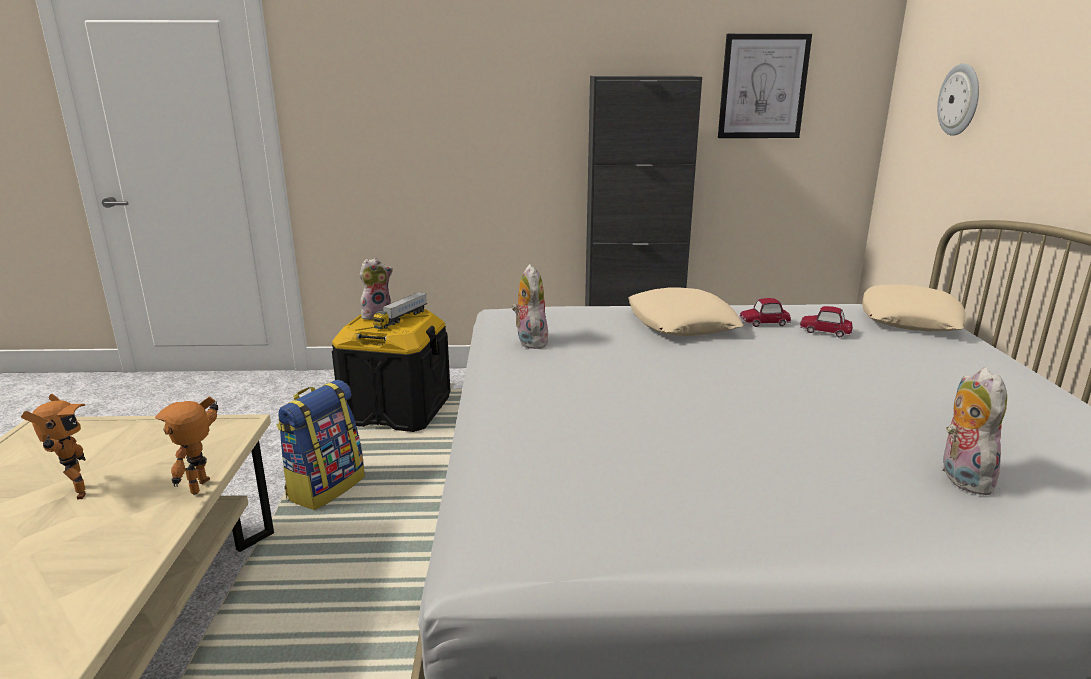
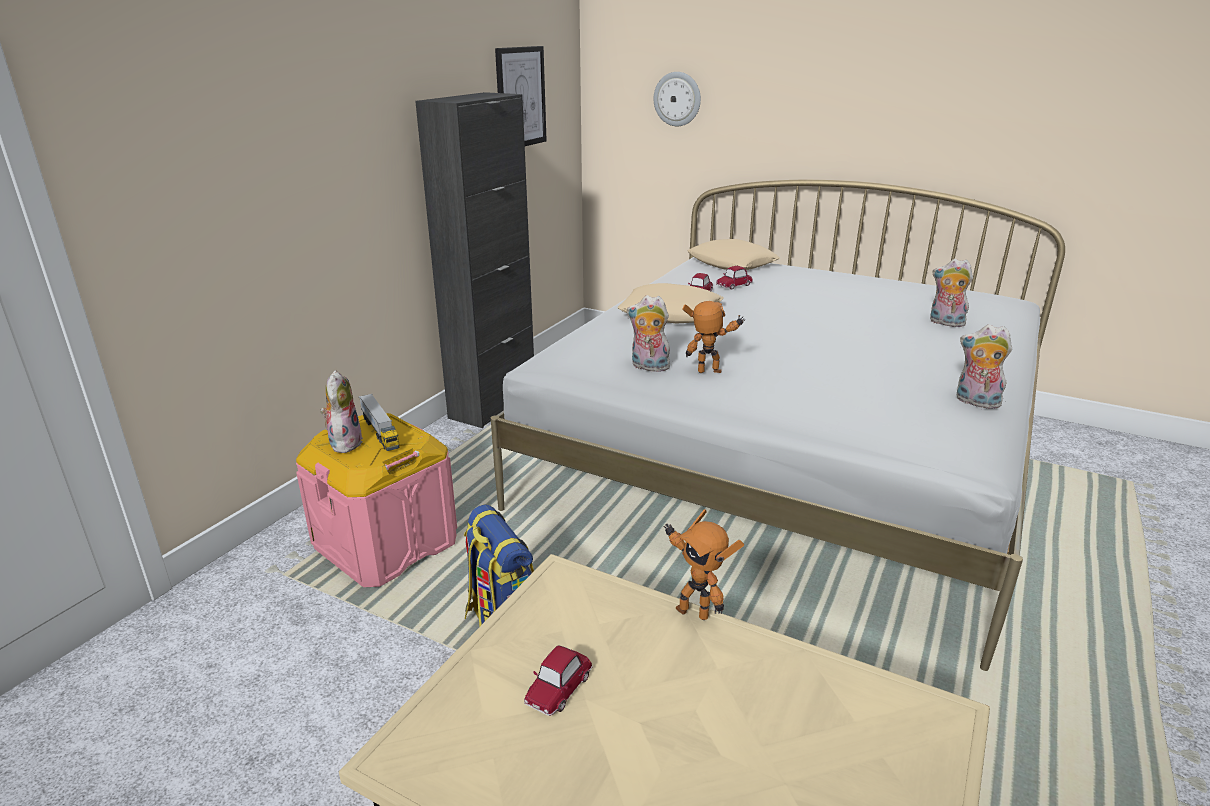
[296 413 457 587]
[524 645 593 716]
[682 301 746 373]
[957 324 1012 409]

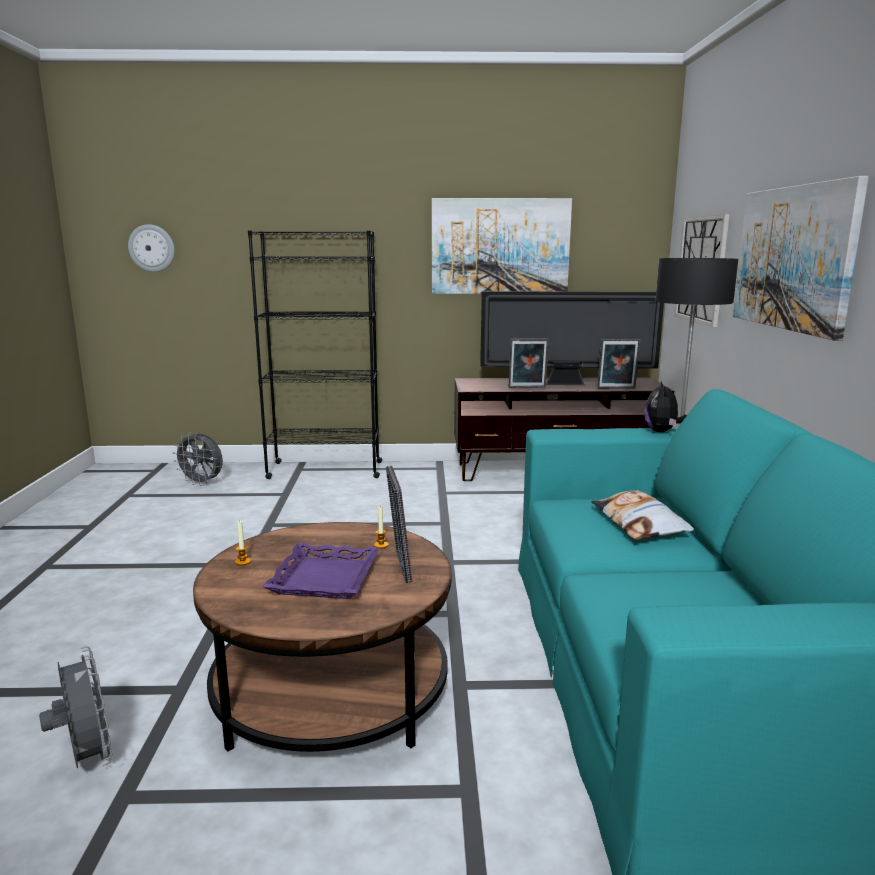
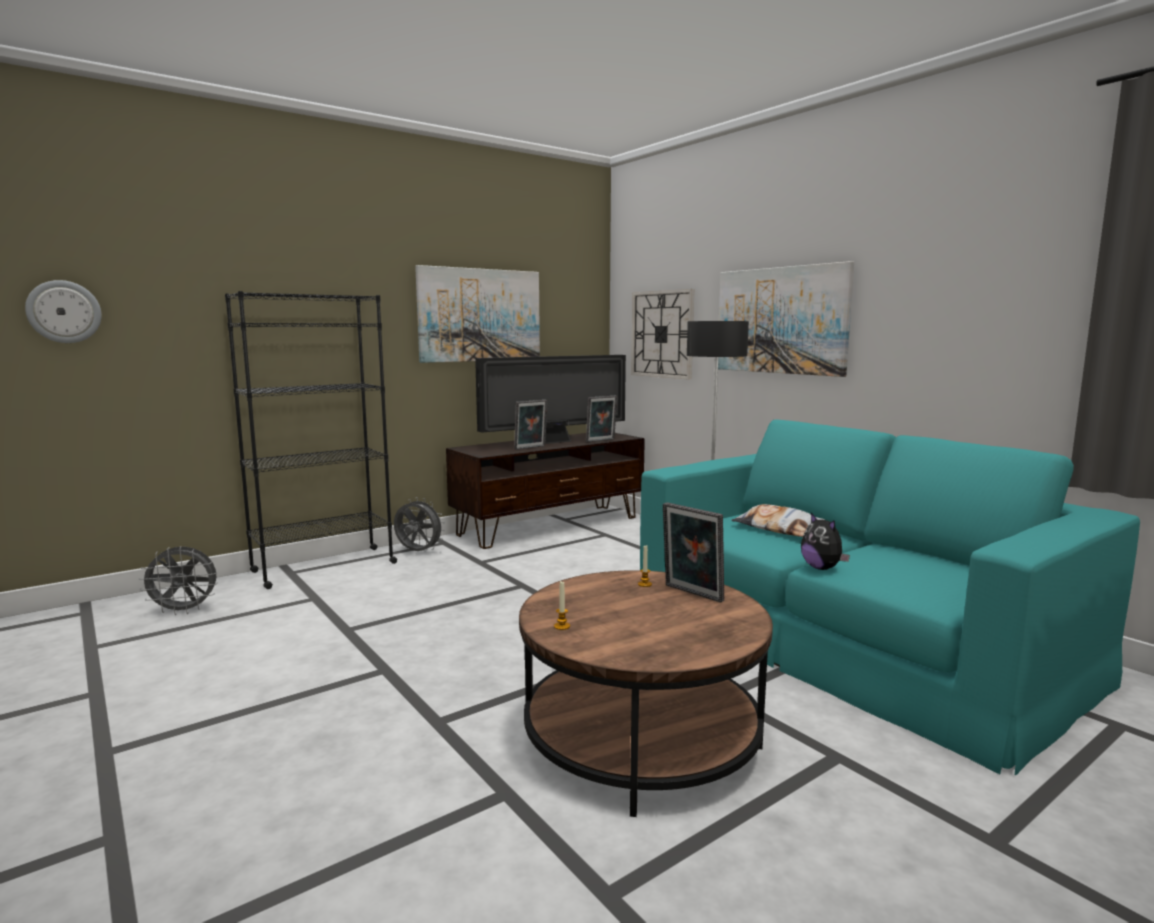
[394 497 445 551]
[801 513 850 570]
[263 543 379 599] (first image)

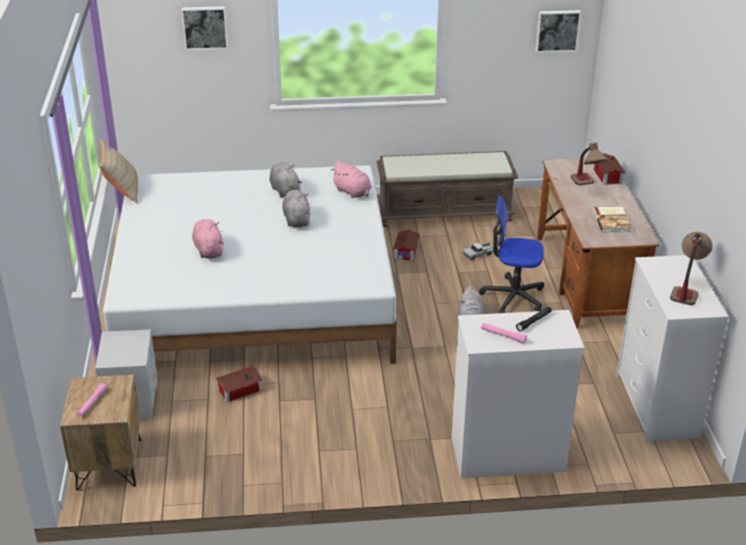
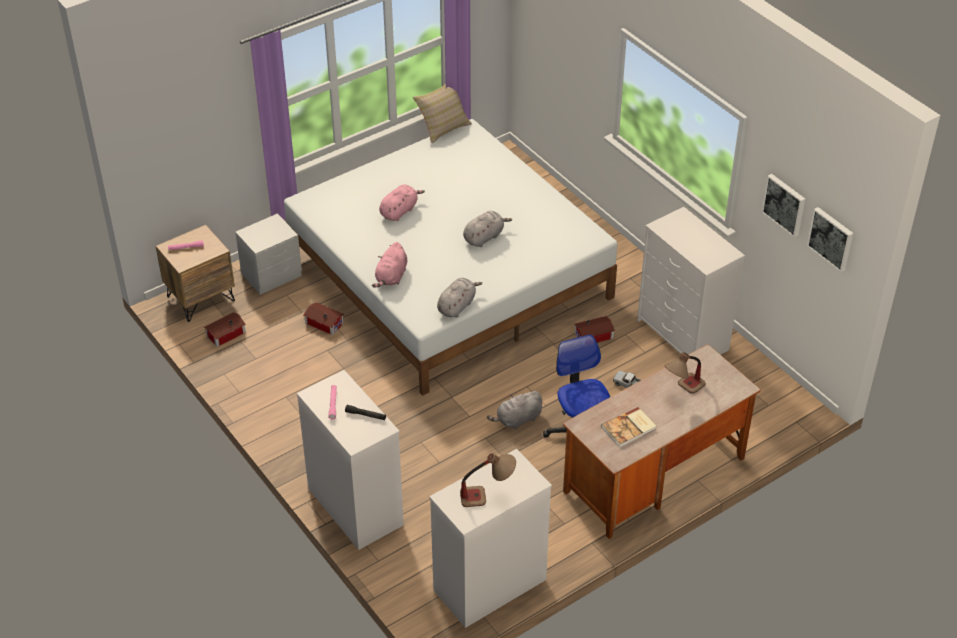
[204 312 246 347]
[372 242 407 288]
[437 278 482 318]
[637 207 745 355]
[762 174 805 237]

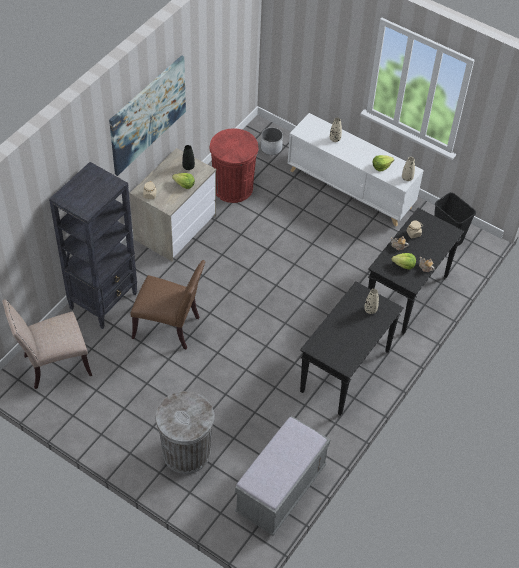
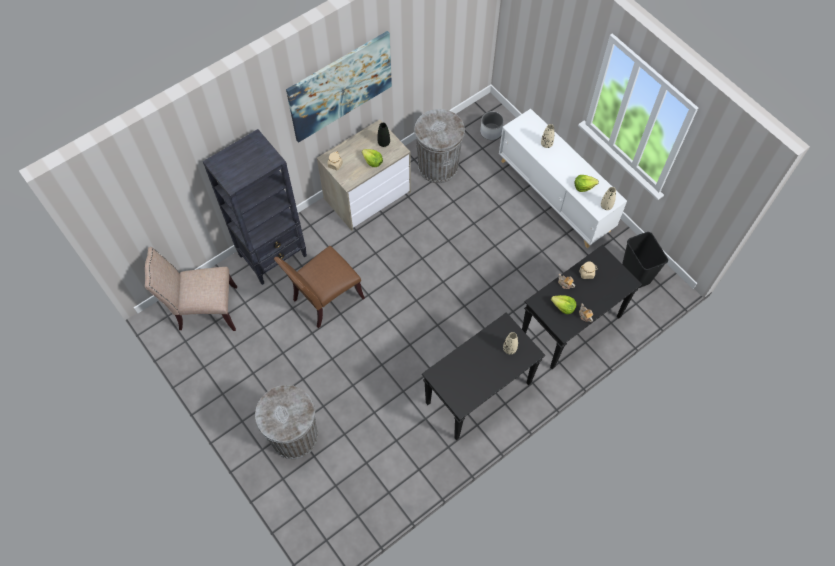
[274 246 365 328]
[414 109 465 183]
[235 416 331 536] (first image)

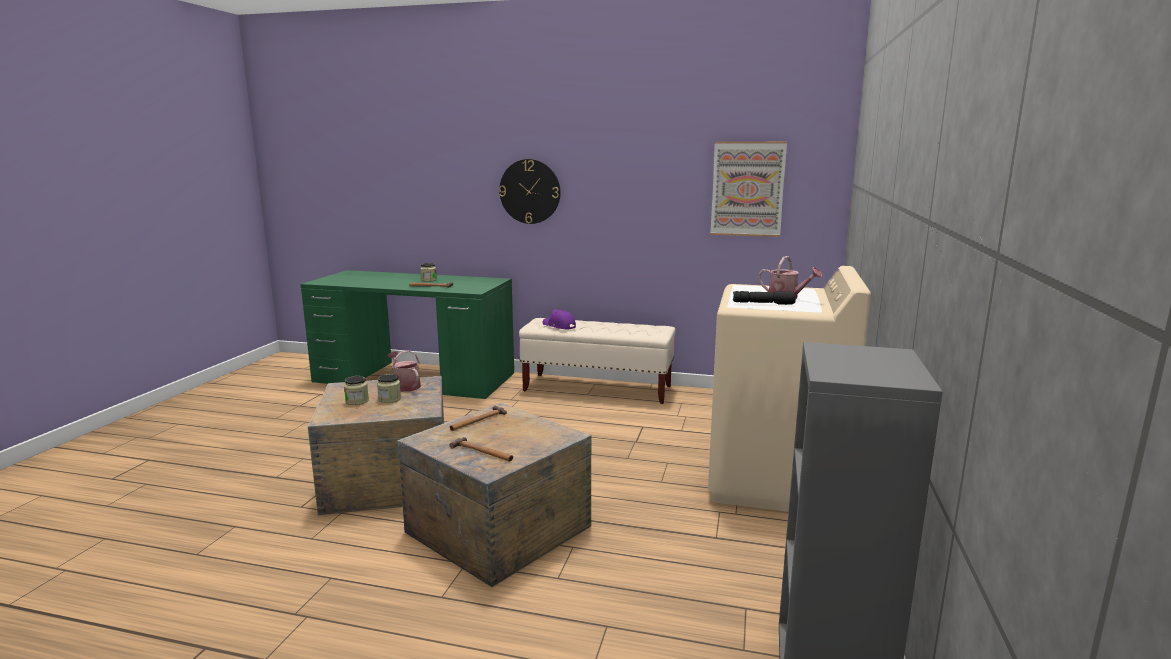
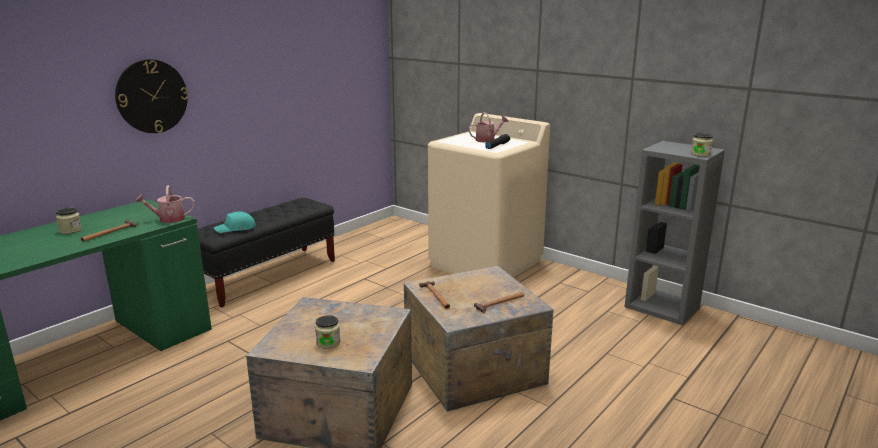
[135 185 195 223]
[198 198 335 307]
[214 211 256 233]
[691 133 713 157]
[710 141 787 237] (first image)

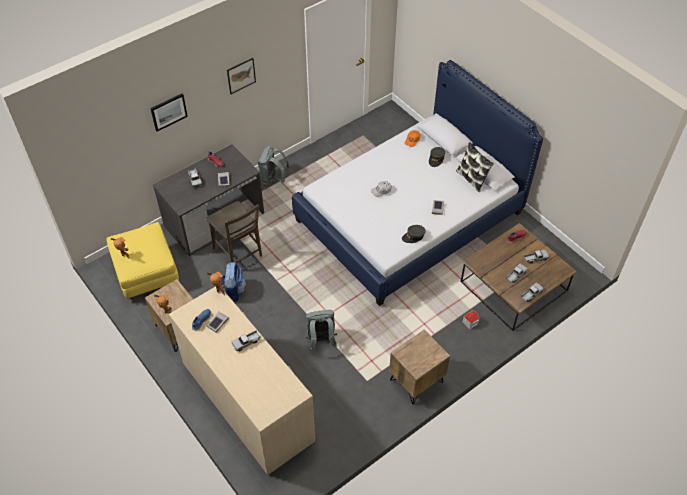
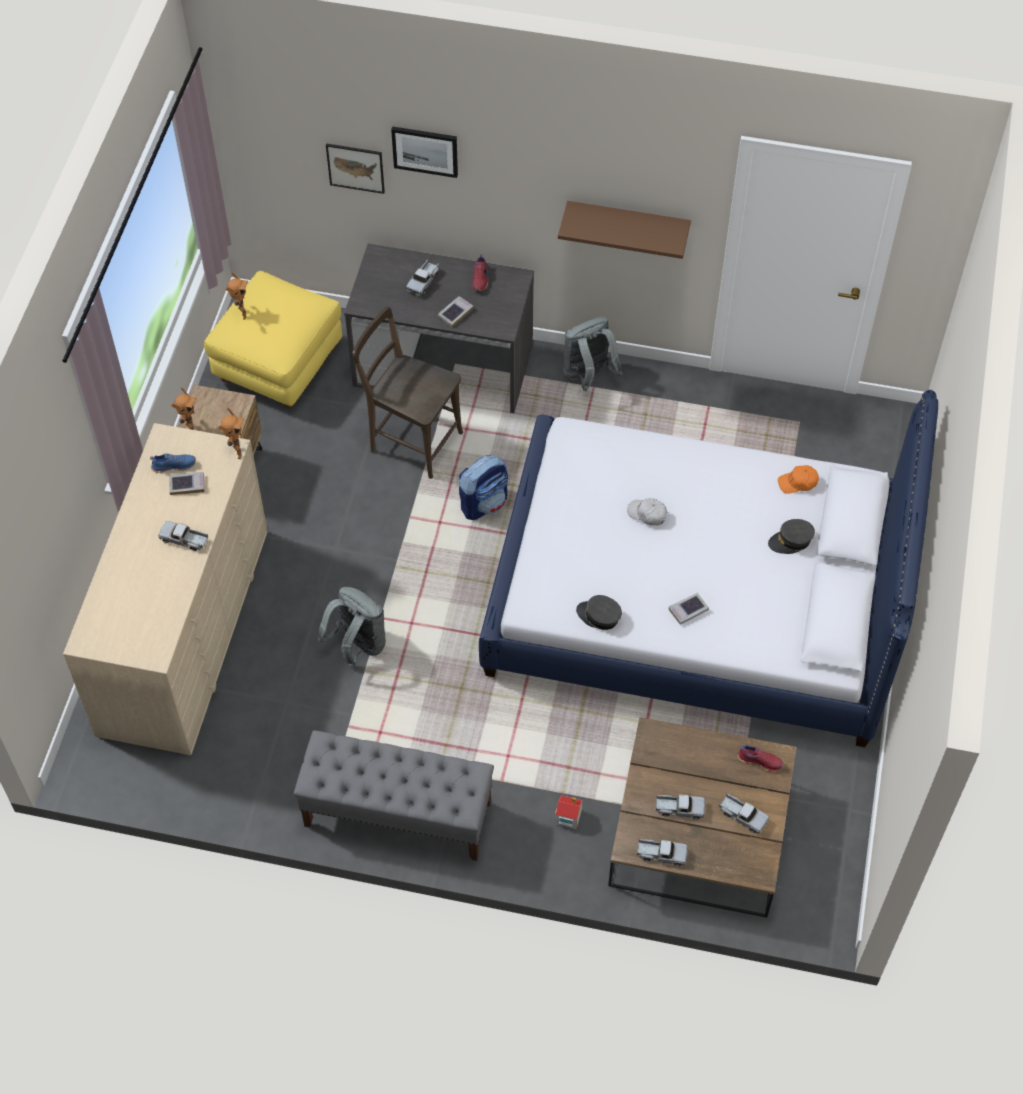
[294 730 494 861]
[326 143 385 194]
[353 306 463 479]
[459 455 508 520]
[558 201 691 259]
[456 142 494 193] (first image)

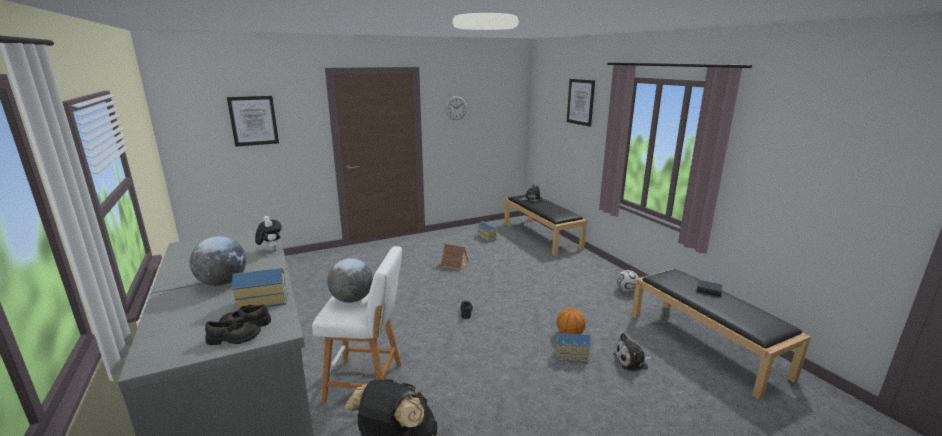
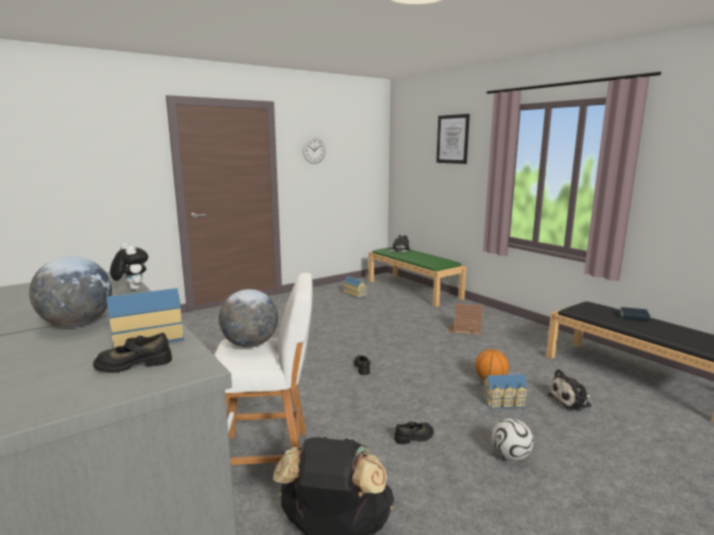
[368 247 466 307]
[394 422 434 444]
[449 304 483 335]
[491 418 533 461]
[227 96 279 147] (first image)

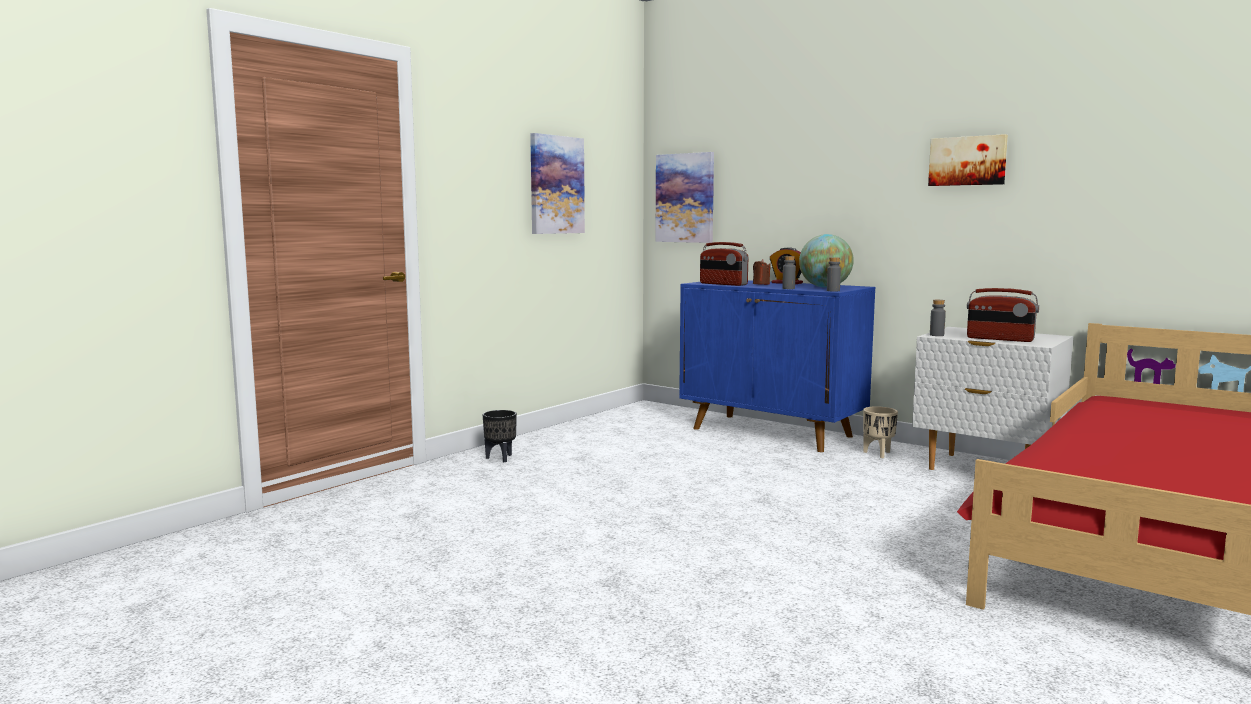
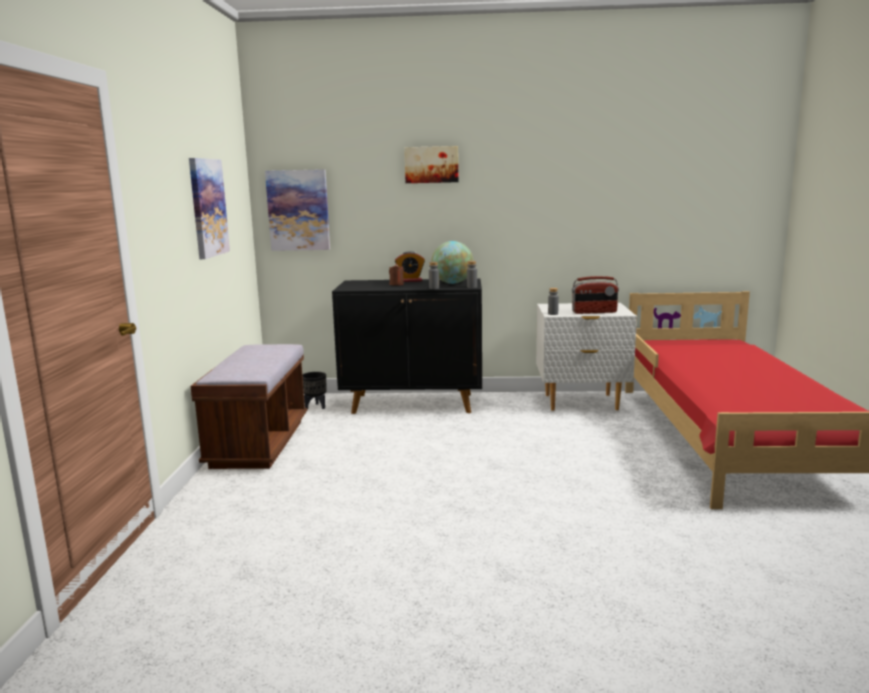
[190 344 307 469]
[302 372 326 409]
[332 278 482 414]
[404 146 458 183]
[700 242 748 286] (first image)
[863 406 898 458] (first image)

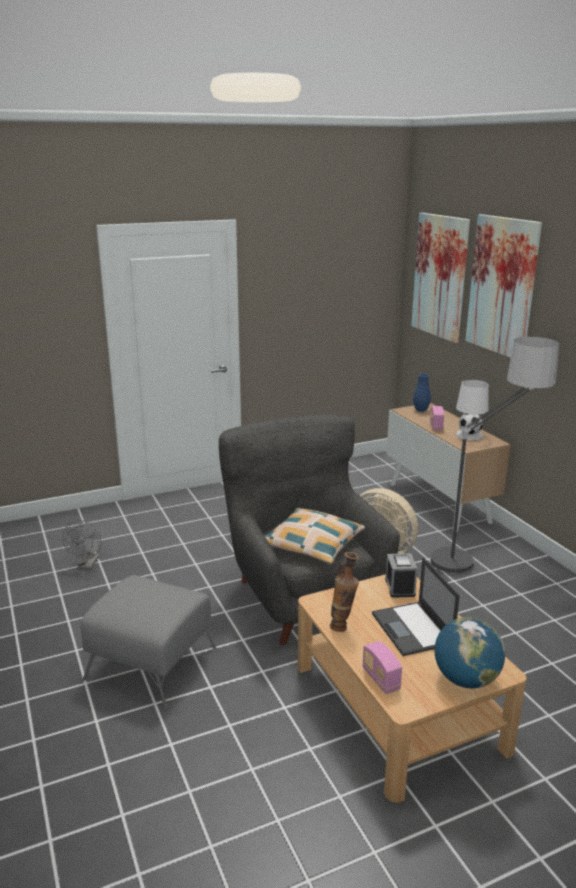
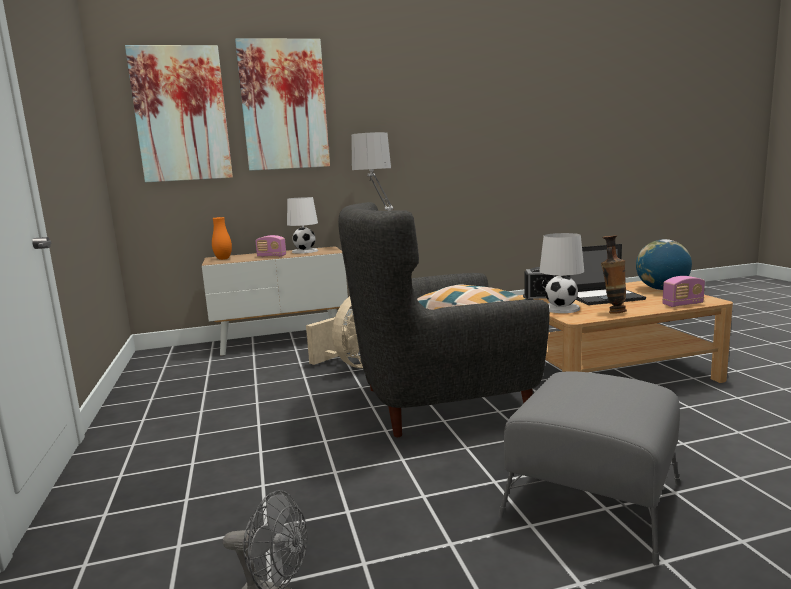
[212 217 232 260]
[539 233 584 313]

